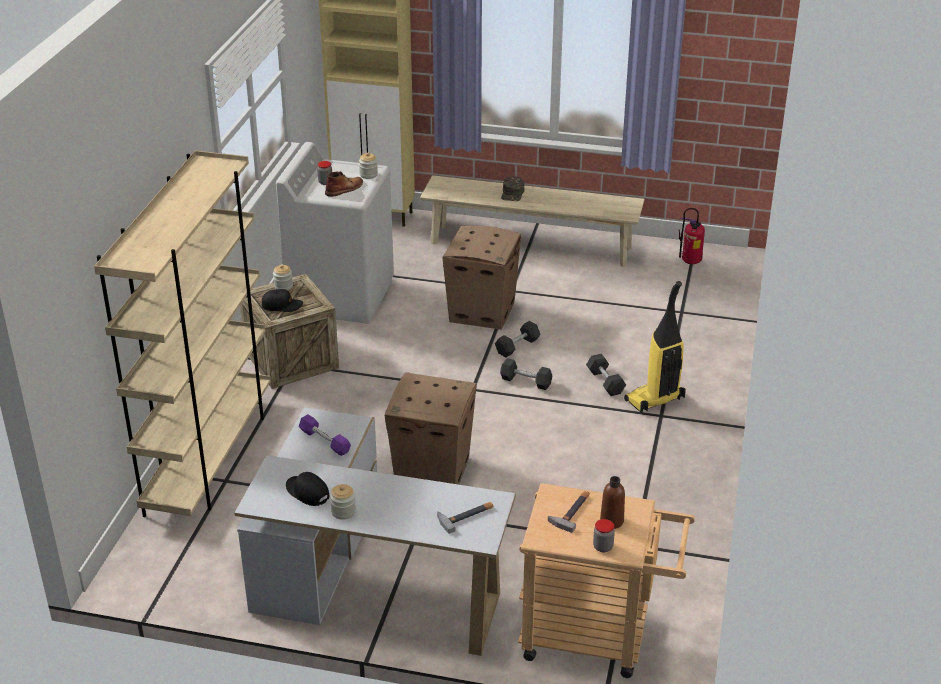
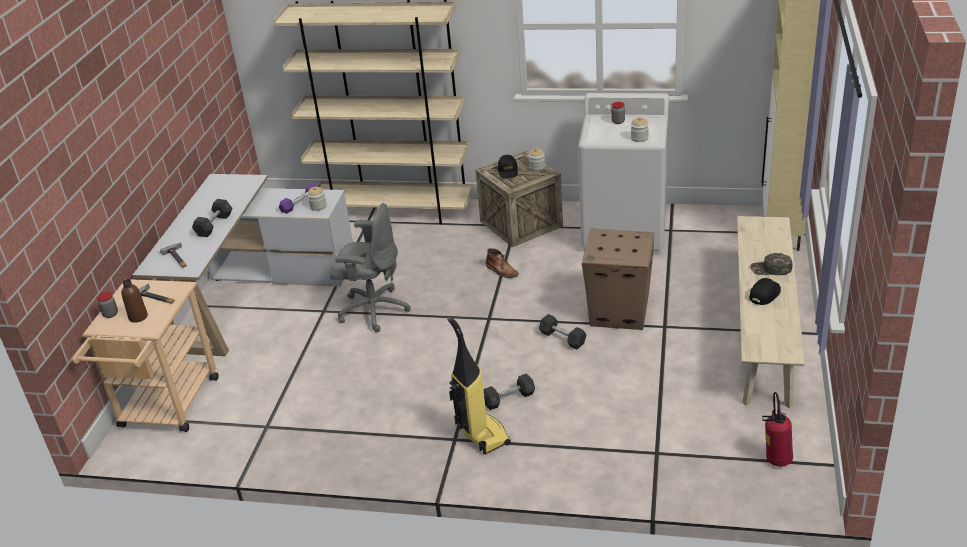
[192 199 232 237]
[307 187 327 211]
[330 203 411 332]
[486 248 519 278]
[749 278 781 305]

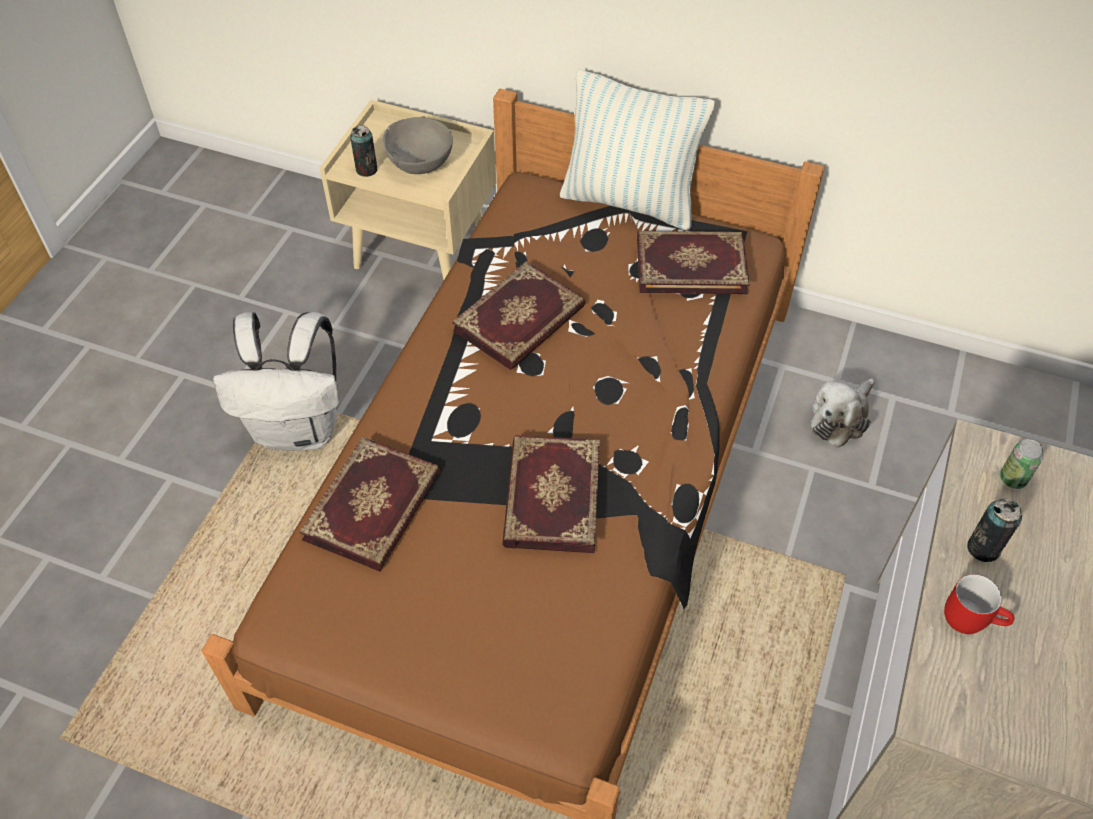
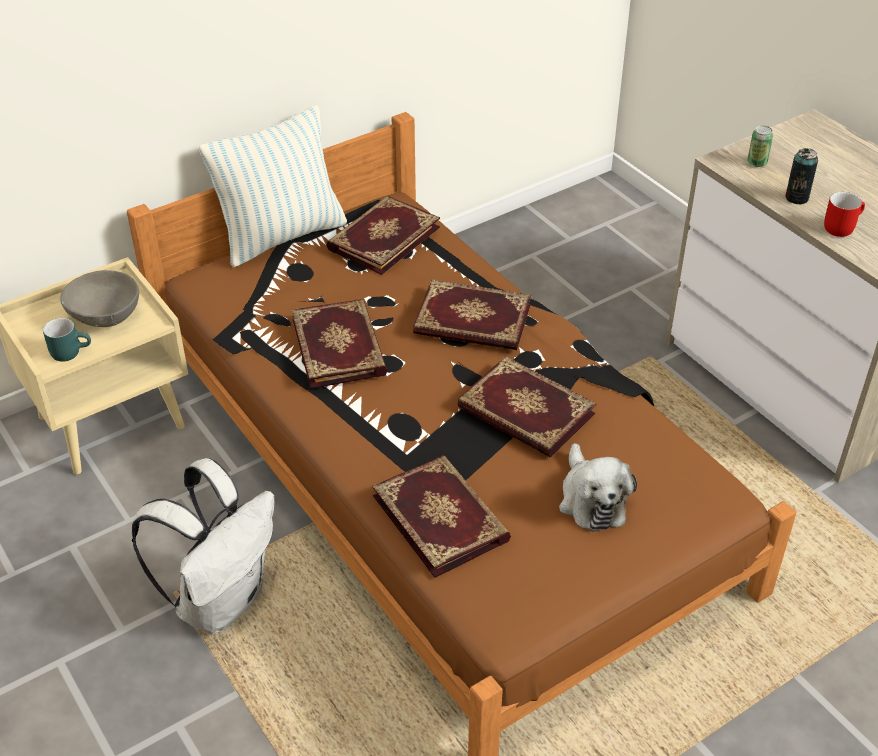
[43 318 91 362]
[413 279 531 350]
[559 443 637 532]

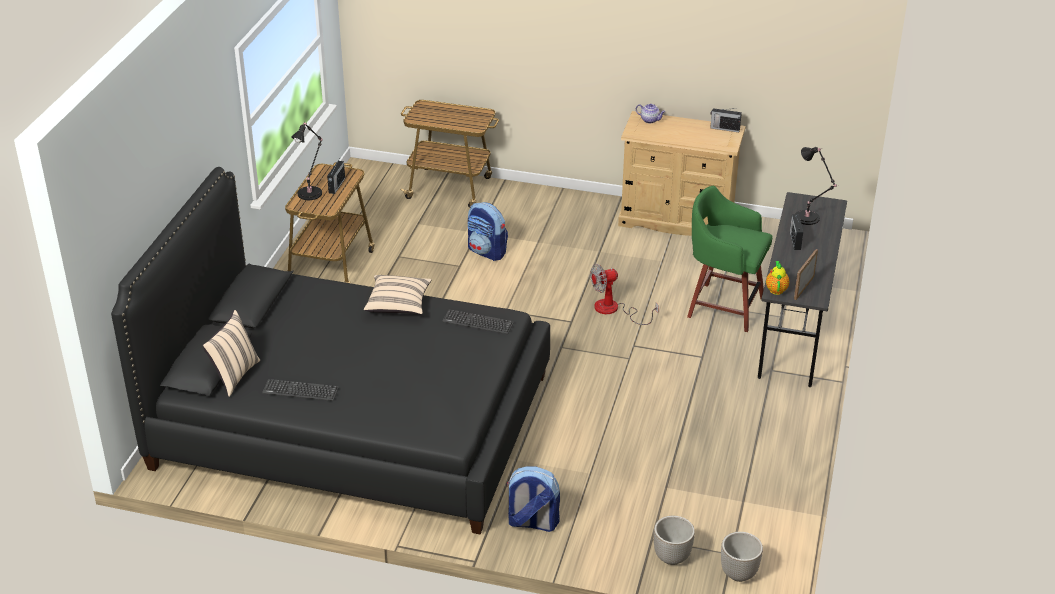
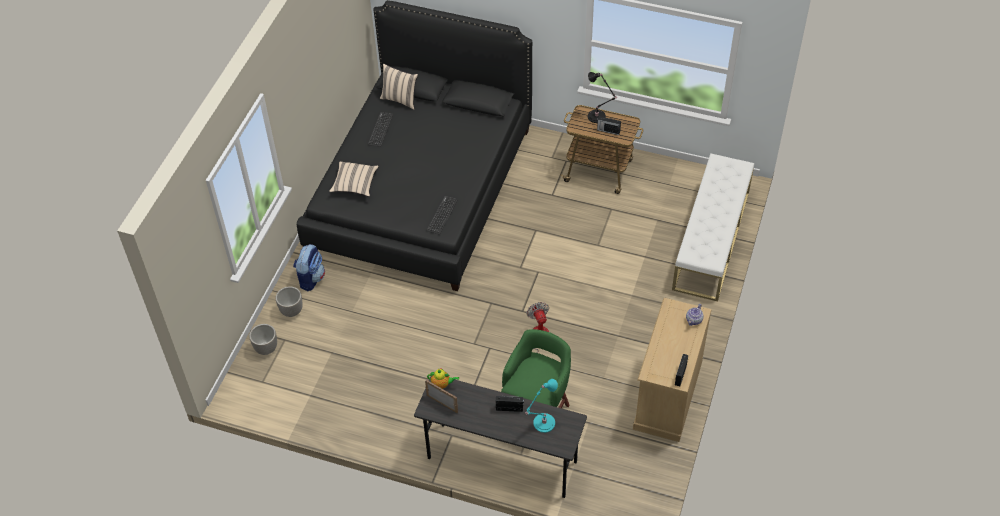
[276 286 302 317]
[329 161 379 197]
[525 379 558 433]
[672 154 754 301]
[468 202 508 261] (first image)

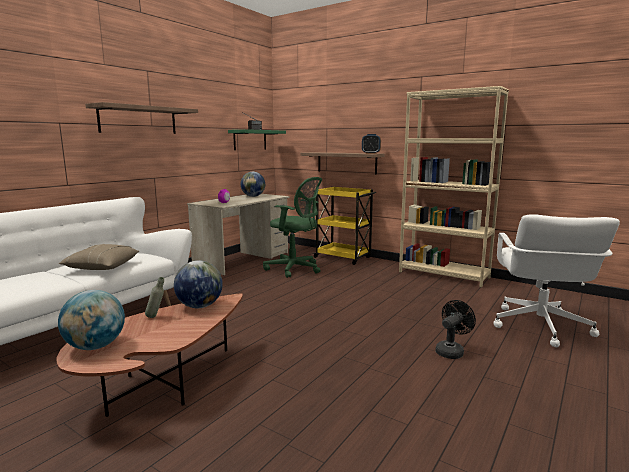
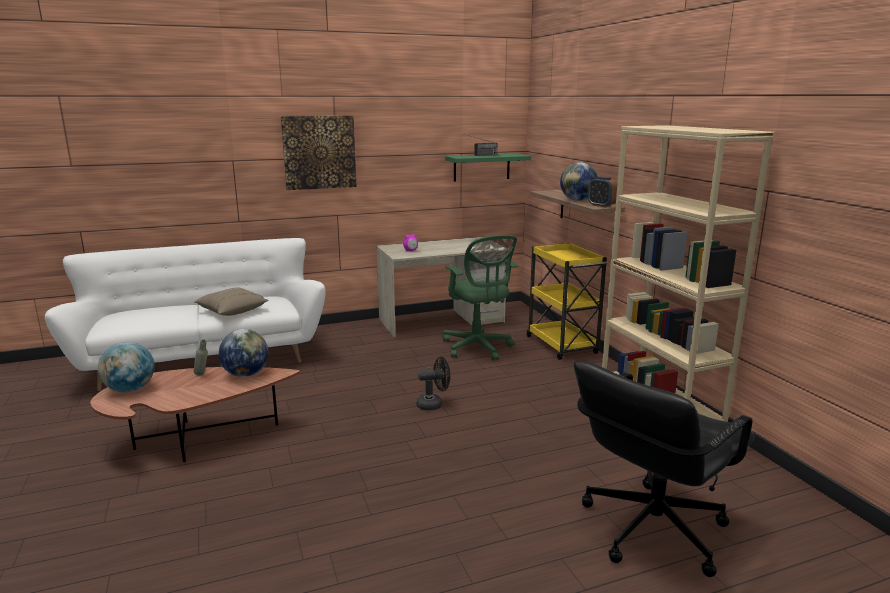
[281 116 357 190]
[416 357 450 411]
[560 162 598 201]
[574 361 755 577]

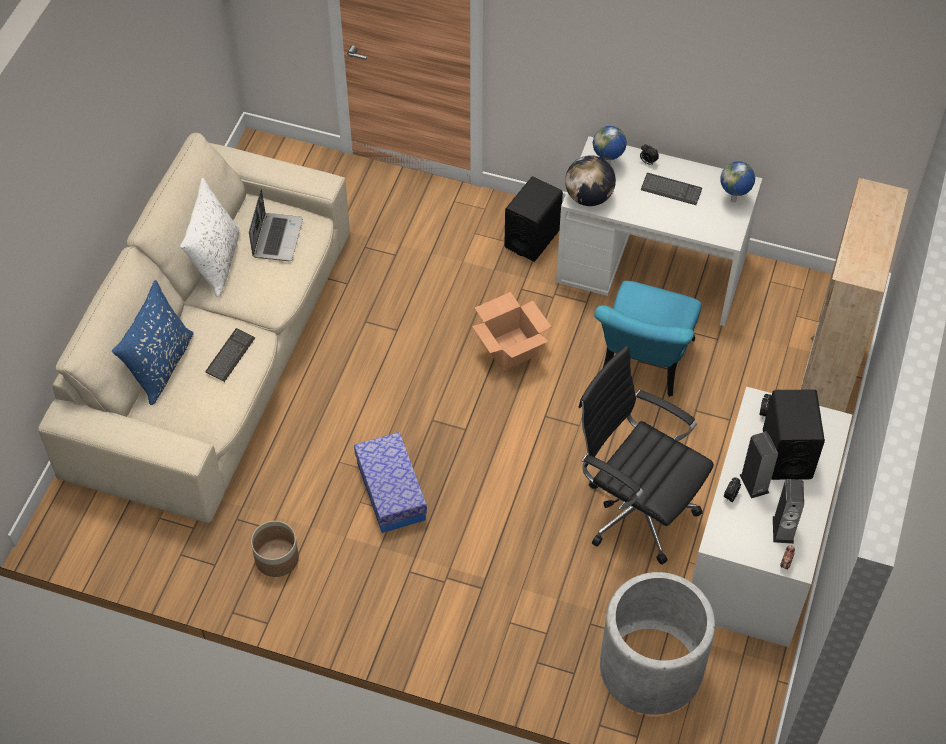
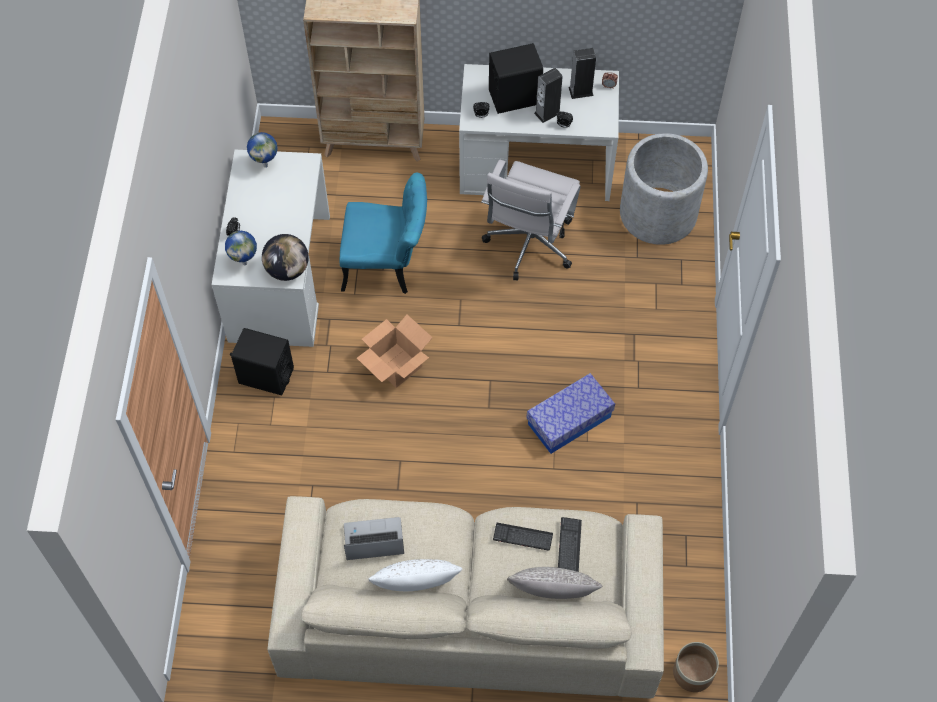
[481 160 581 280]
[507 567 602 599]
[558 517 582 572]
[673 642 719 692]

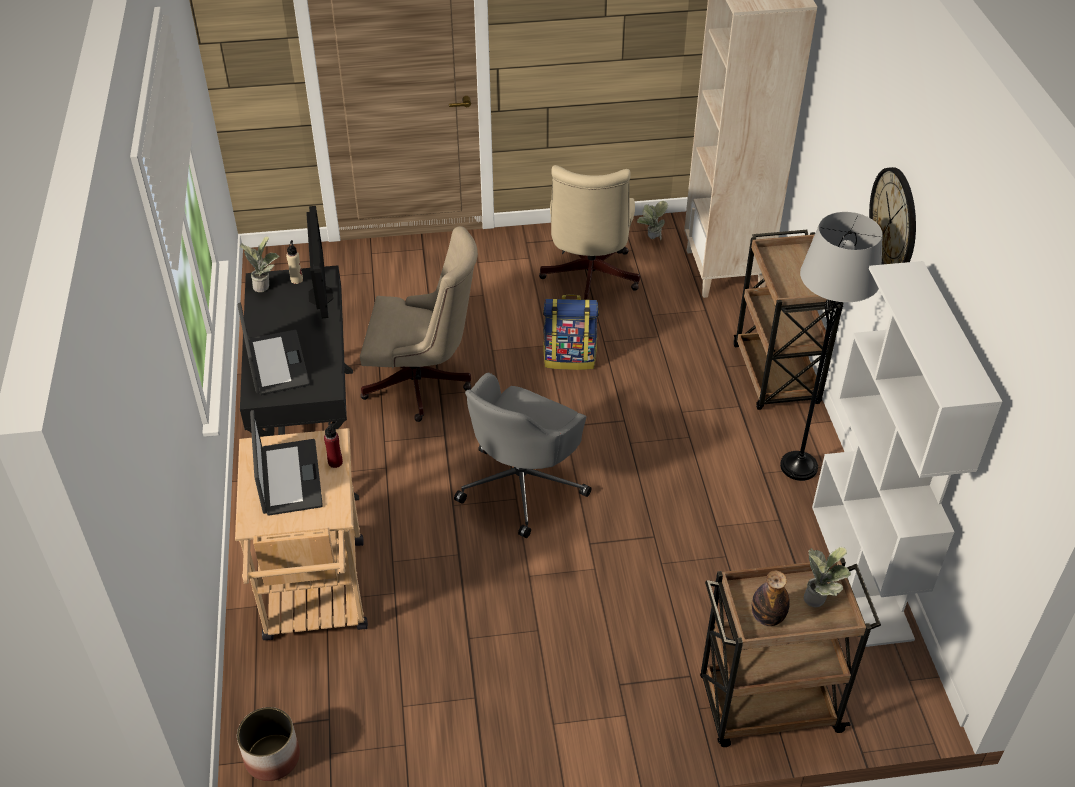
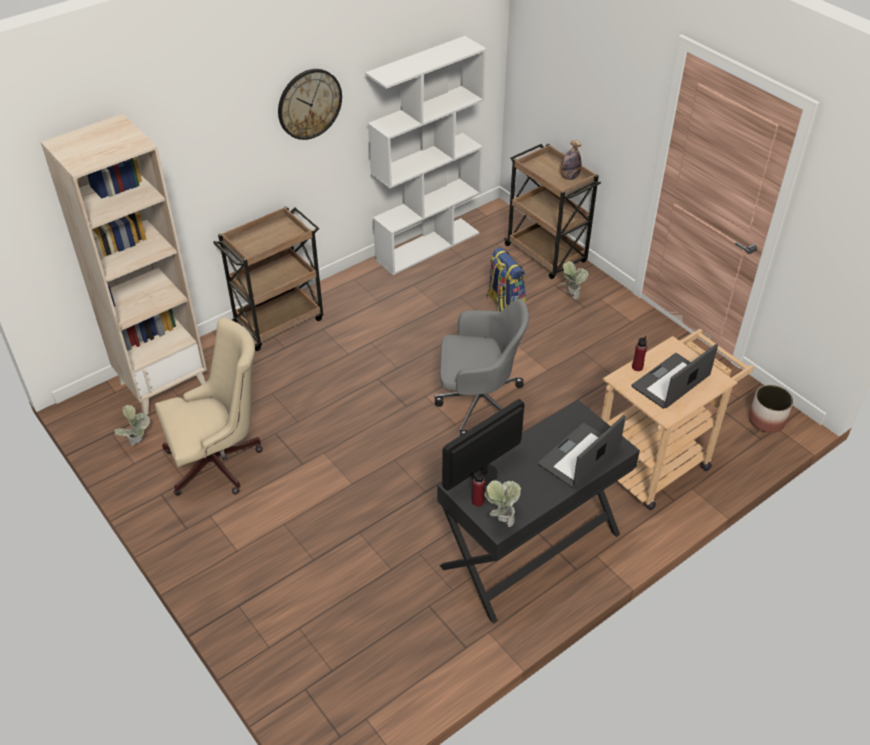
[472 470 485 507]
[486 248 526 312]
[561 261 589 299]
[360 226 478 422] (first image)
[780 212 883 481] (first image)

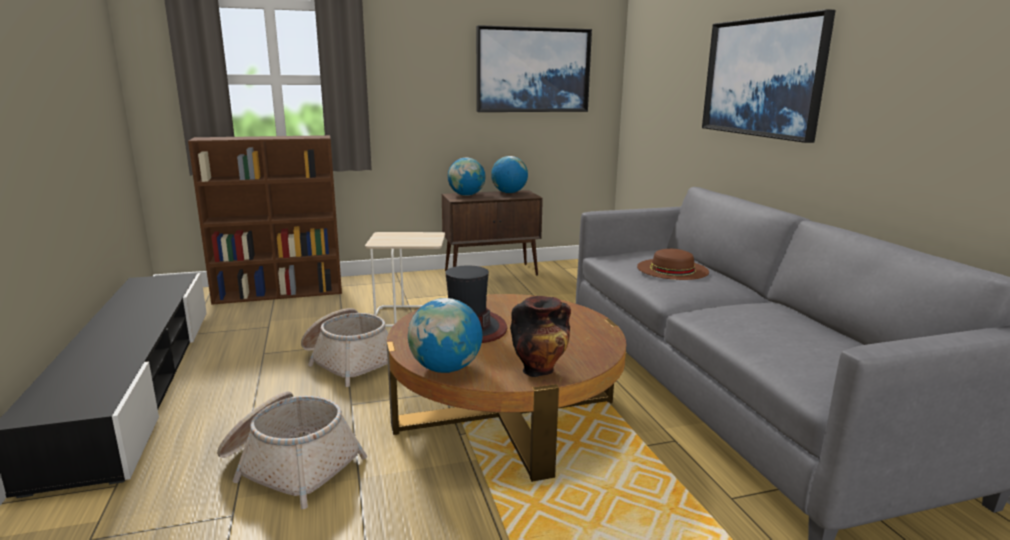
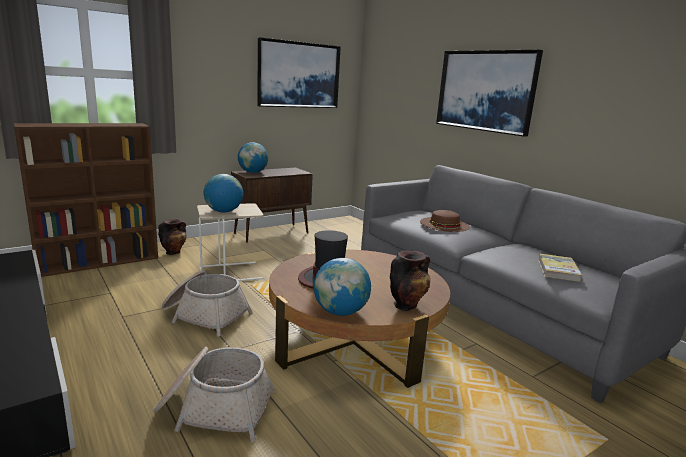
[158 219 186 255]
[203 174 243 213]
[538 253 582 282]

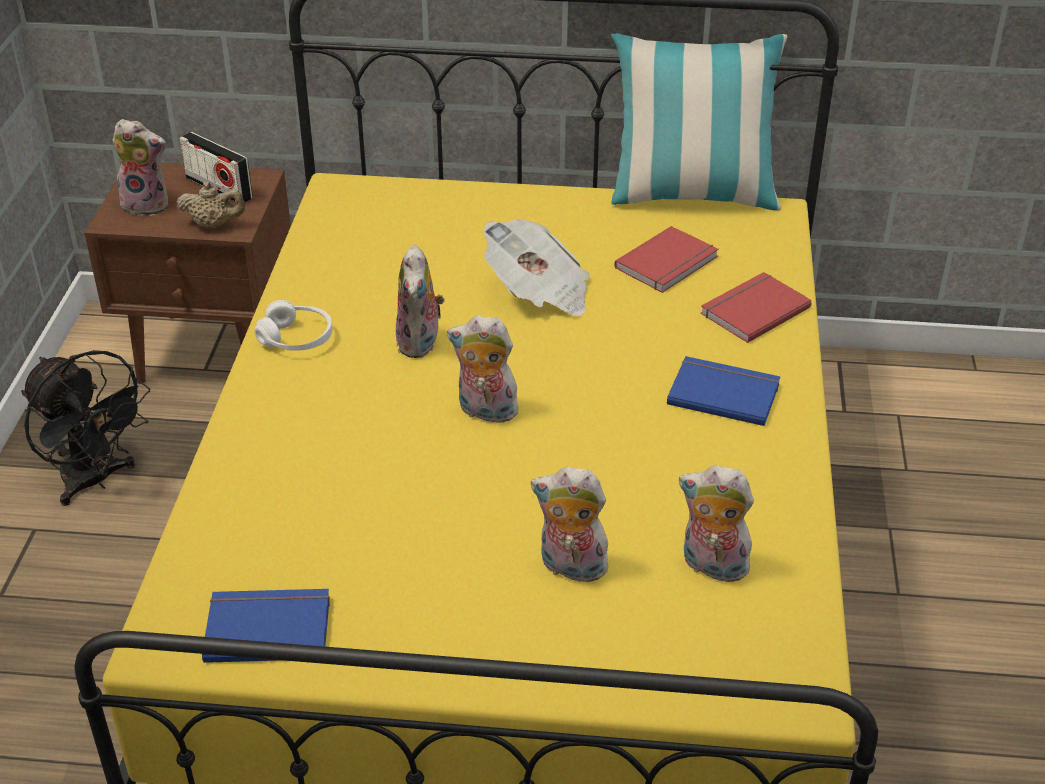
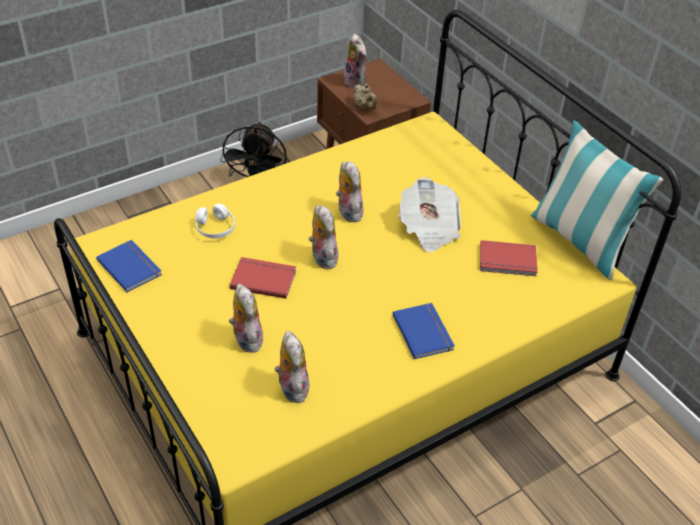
[195 203 235 238]
[230 257 296 299]
[336 161 363 222]
[179 132 253 202] (first image)

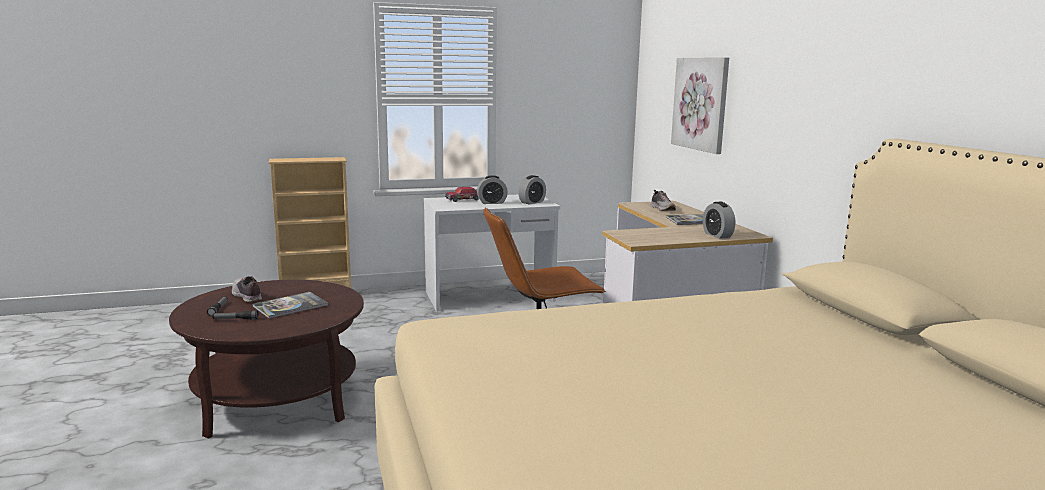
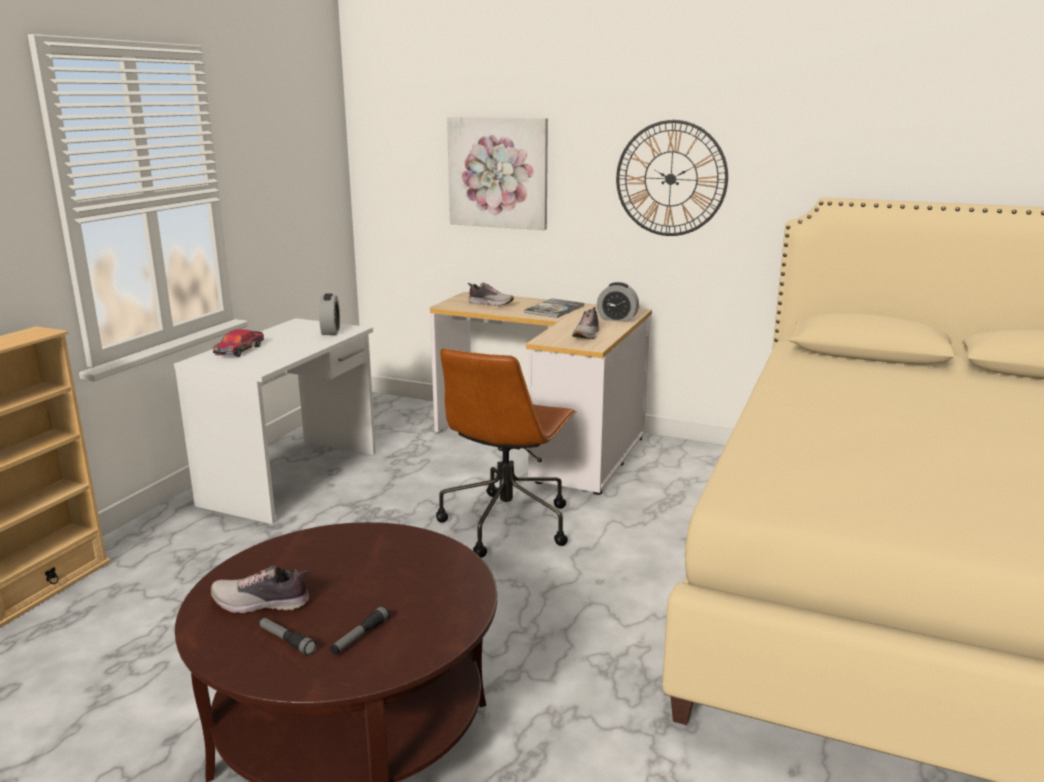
[572 307 599 339]
[616 120 728 236]
[253 292 328 319] (first image)
[477 175 508 204] (first image)

